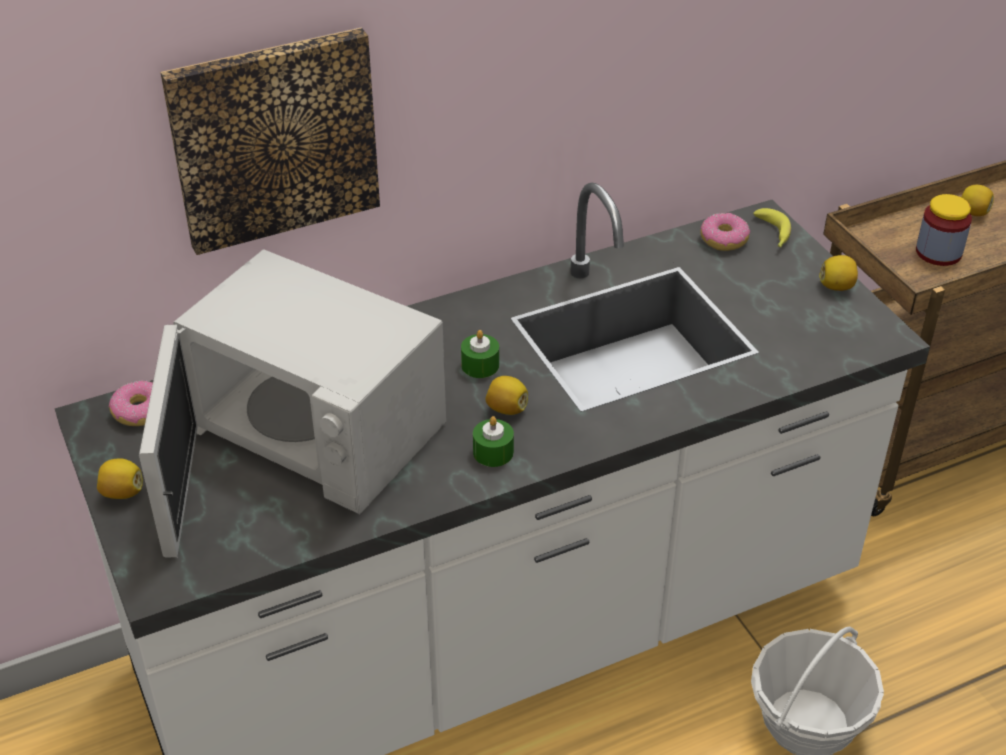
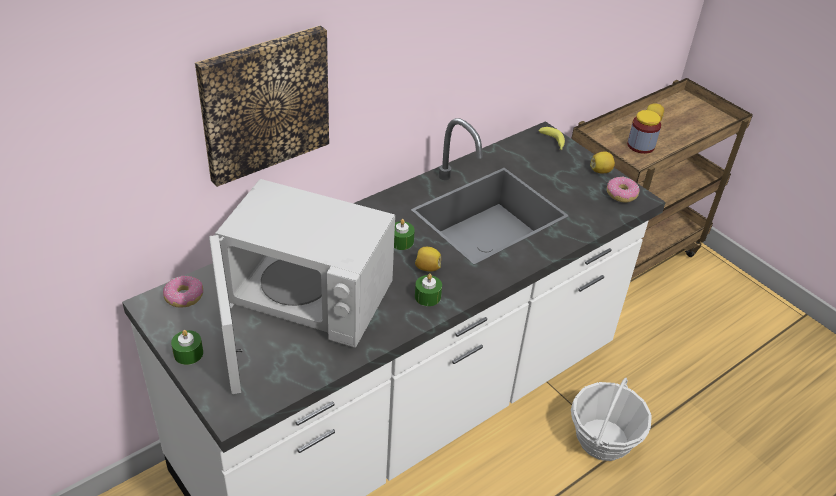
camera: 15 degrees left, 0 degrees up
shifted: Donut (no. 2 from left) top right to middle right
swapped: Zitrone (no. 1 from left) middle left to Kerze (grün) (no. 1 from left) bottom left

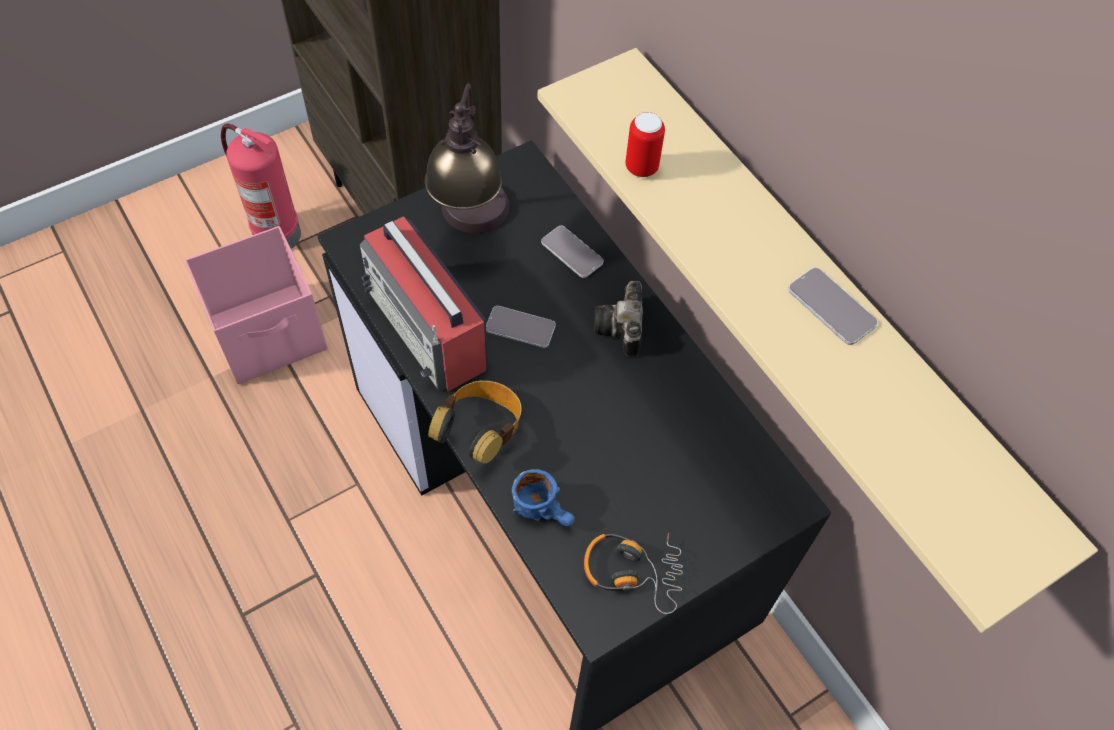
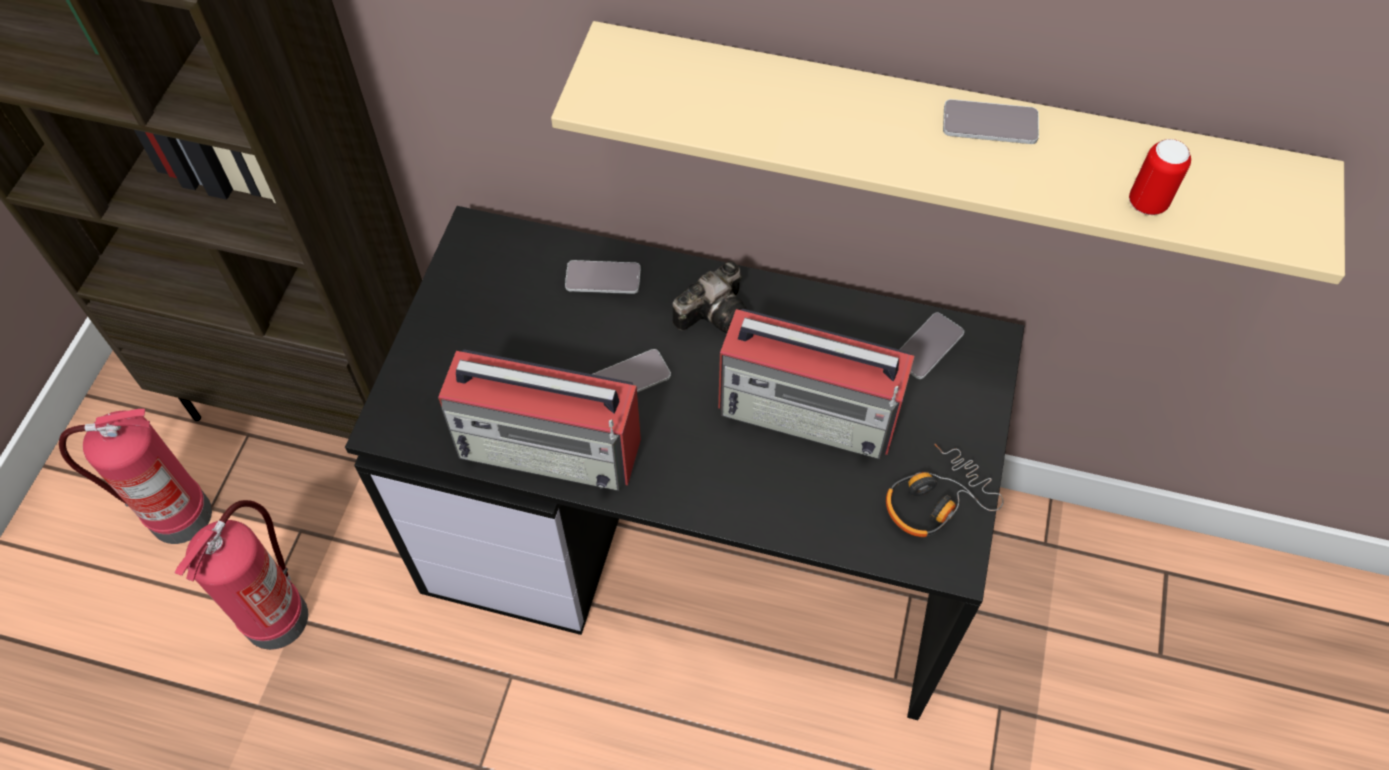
camera: 40 degrees left, 0 degrees up
gone: Tischlampe top centre; Kopfhörer (no. 1 from left) centre; Henkelbecher (blau) bottom centre
new: Radio (no. 2 from left) centre; Handy (no. 3 from left) middle right
shifted: Dose top centre to top right
swapped: Aufbewahrungsbox (rosa) middle left to Feuerlöscher (no. 2 from left) bottom left
rotated: Kamera centre = centre 90 degrees counterclockwise

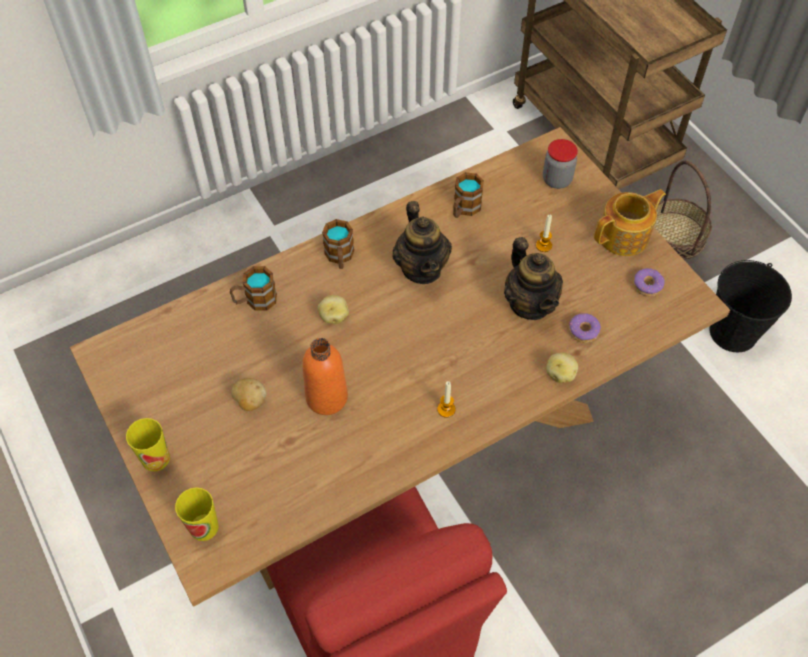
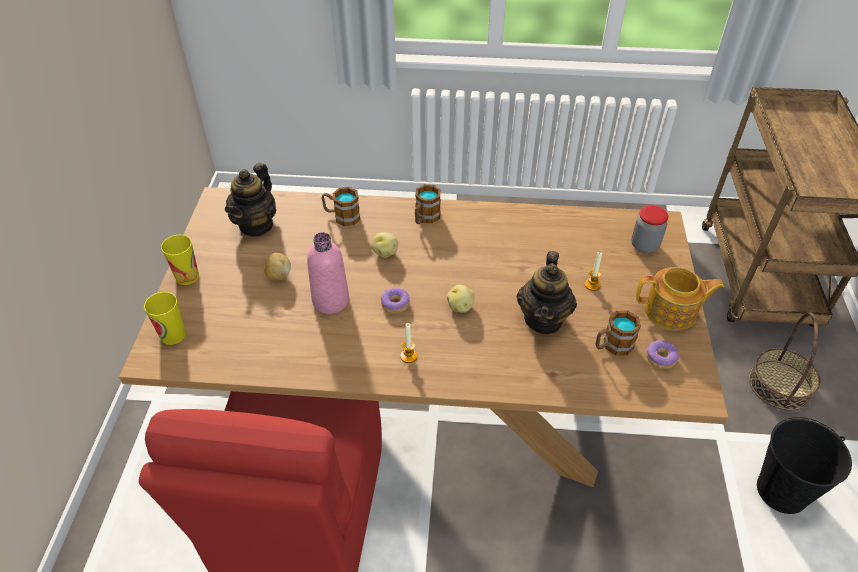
camera: 35 degrees right, 10 degrees down
shifted: Teekanne (no. 1 from left) centre to middle left; Henkelbecher (no. 3 from left) top centre to middle right; Kartoffel (no. 3 from left) middle right to centre; Donut (no. 1 from left) middle right to centre
repainted: Flasche (orange) centre to Flasche (rosa) centre

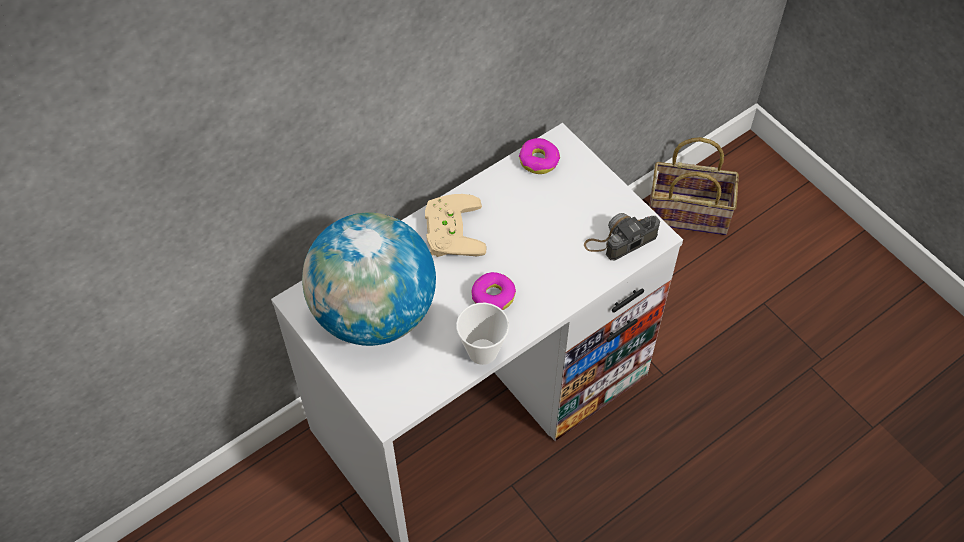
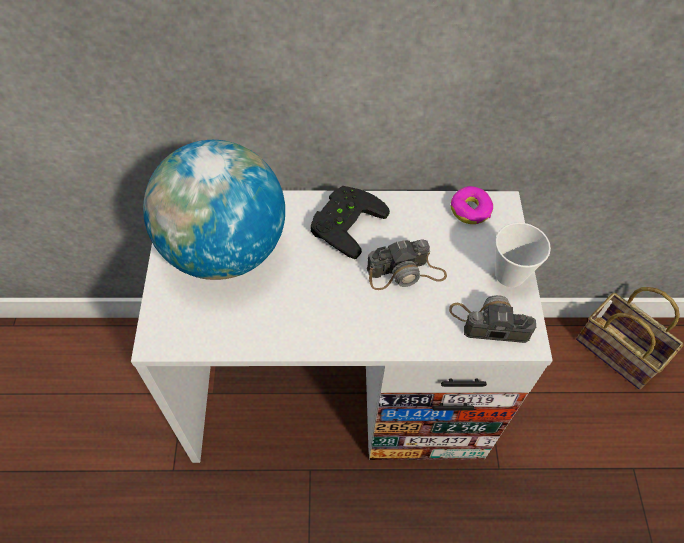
camera: 35 degrees right, 0 degrees up
gone: Donut (no. 1 from left) centre
new: Kamera (no. 1 from left) centre
shifted: Tasse centre to middle right
repainted: Gamepad (beige) centre to Gamepad (schwarz) centre

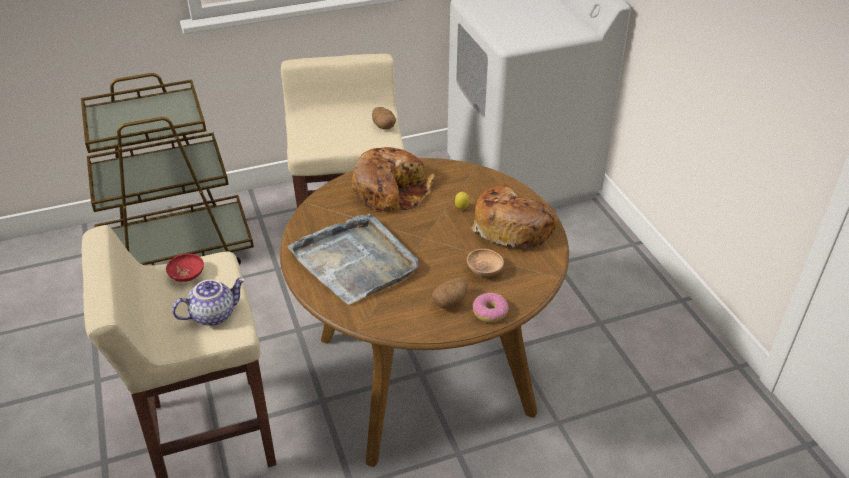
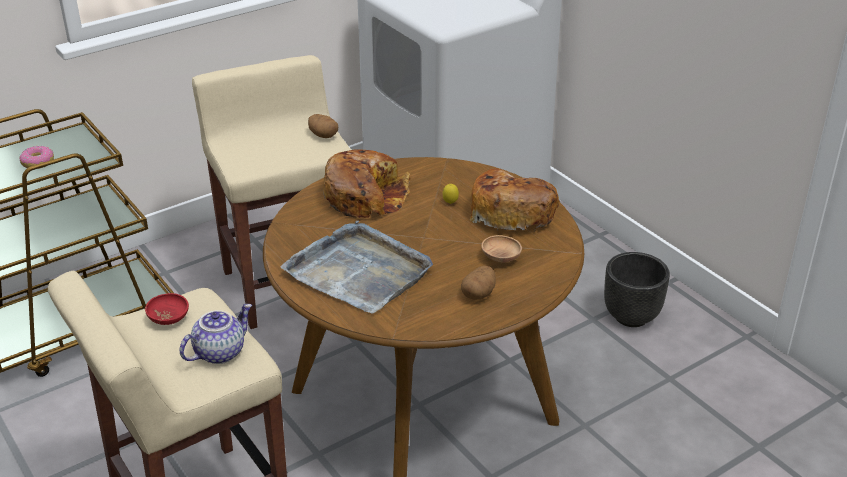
camera: 15 degrees left, 5 degrees down
new: Pflanzkübel (schwarz) middle right
shifted: Donut centre to top left

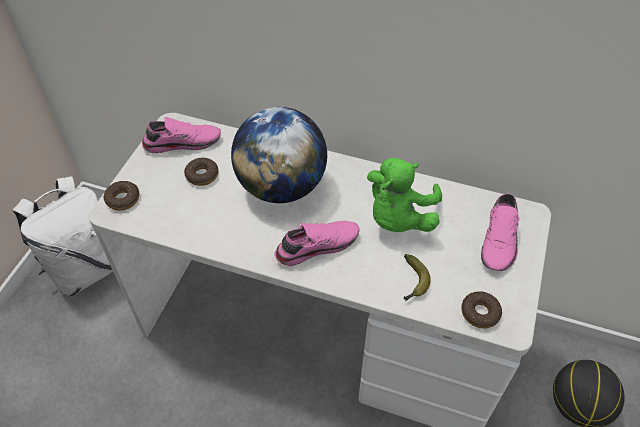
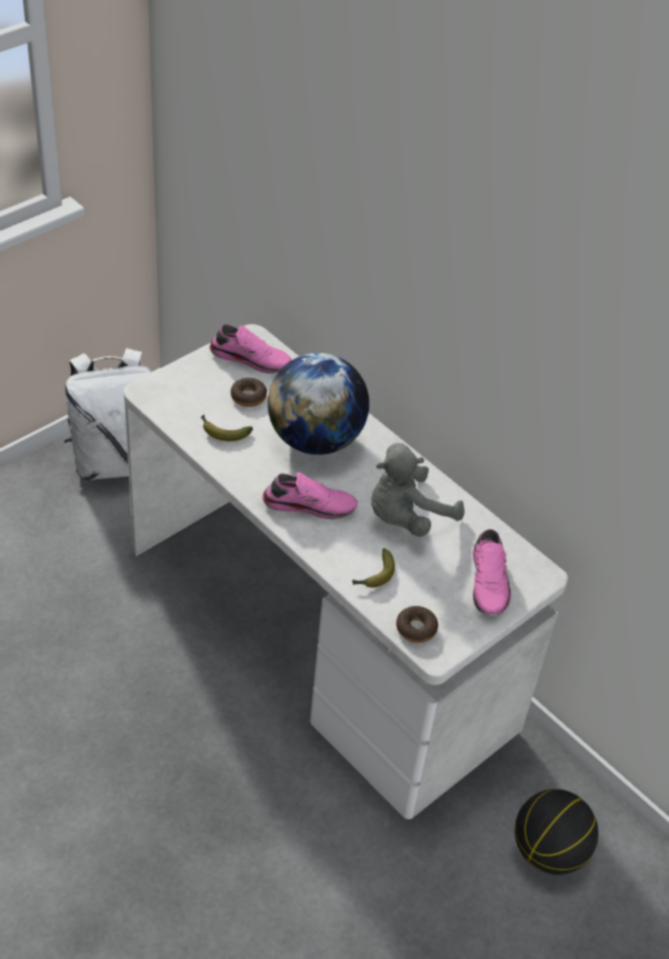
camera: 25 degrees right, 5 degrees down
gone: Donut (no. 1 from left) middle left
new: Banane (no. 1 from left) centre
repainted: Plüschtier (grün) centre to Plüschtier (grau) centre
rotated: Schuh (rosa) (no. 3 from left) middle right = middle right 45 degrees counterclockwise

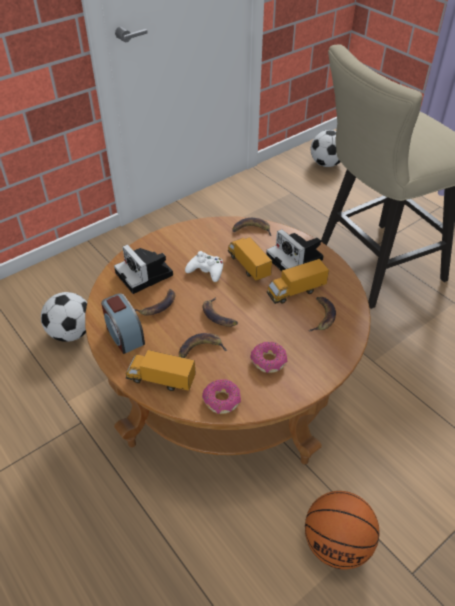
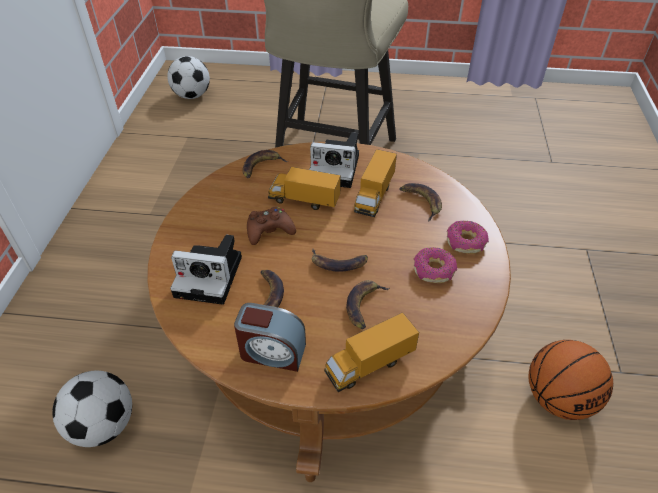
camera: 45 degrees left, 0 degrees up
shifted: Donut (no. 1 from left in the first image) centre to Donut (no. 2 from left) middle right
repainted: Gamepad (weiß) centre to Gamepad (braun) centre

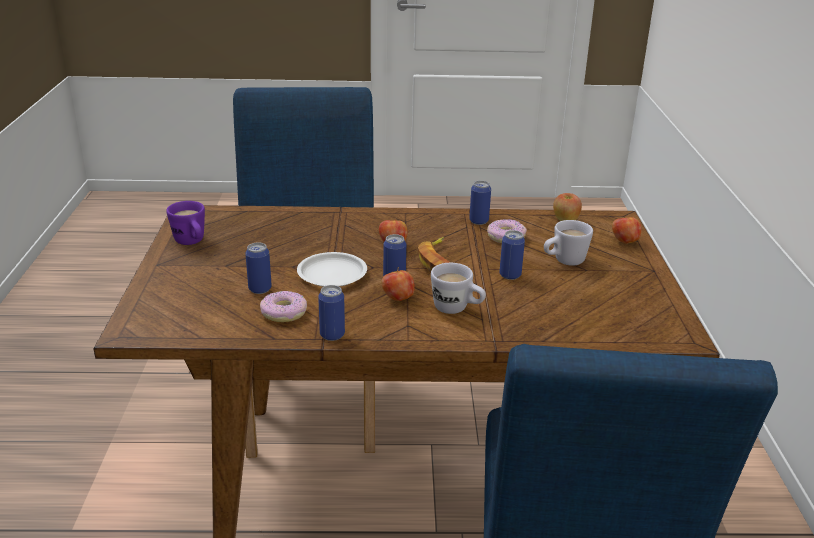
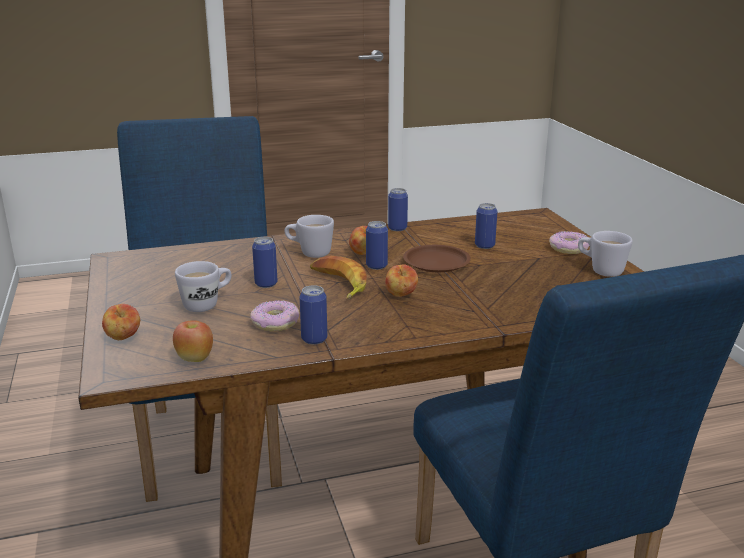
camera: 165 degrees right, 5 degrees down
shifted: Donut (no. 1 from left in the first image) centre to Donut (no. 2 from left) middle right
repainted: Henkelbecher (lila) middle left to Henkelbecher (weiß) (no. 3 from left) middle right; Teller (weiß) centre to Teller (braun) centre

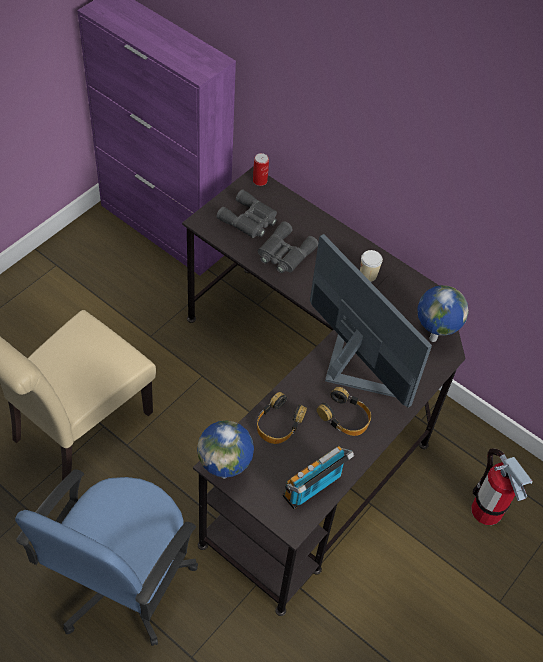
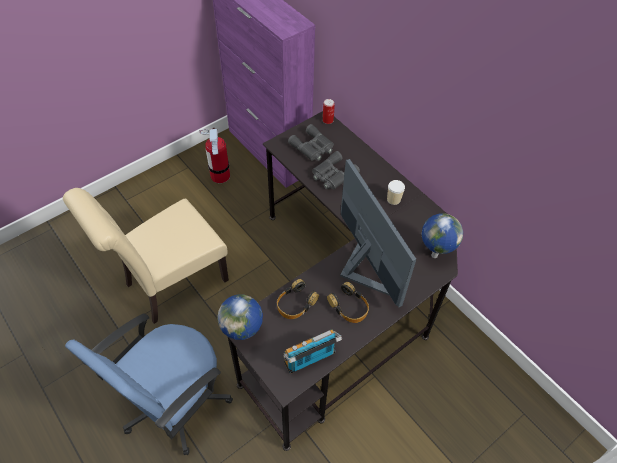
camera: 15 degrees right, 0 degrees up
shifted: Feuerlöscher bottom right to centre

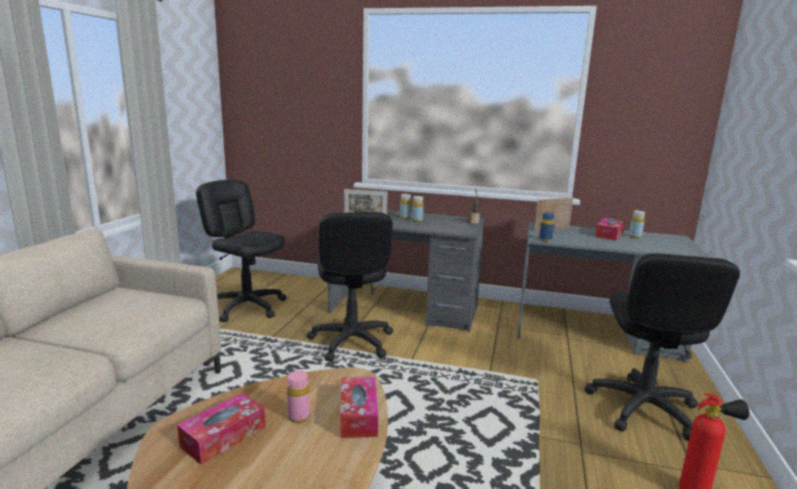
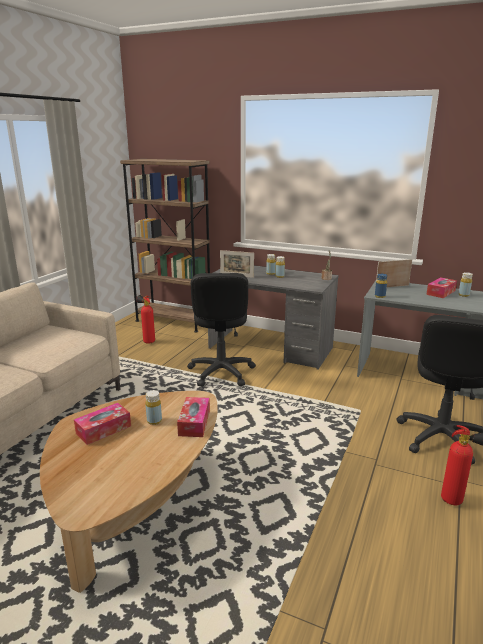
camera: 10 degrees right, 5 degrees up
new: Bücherregal (braun) centre
swapped: Bürostuhl (schwarz) (no. 1 from left) middle left to Feuerlöscher (no. 1 from left) middle left
repainted: Flasche (rosa) bottom centre to Flasche (gelb) (no. 1 from left) middle left

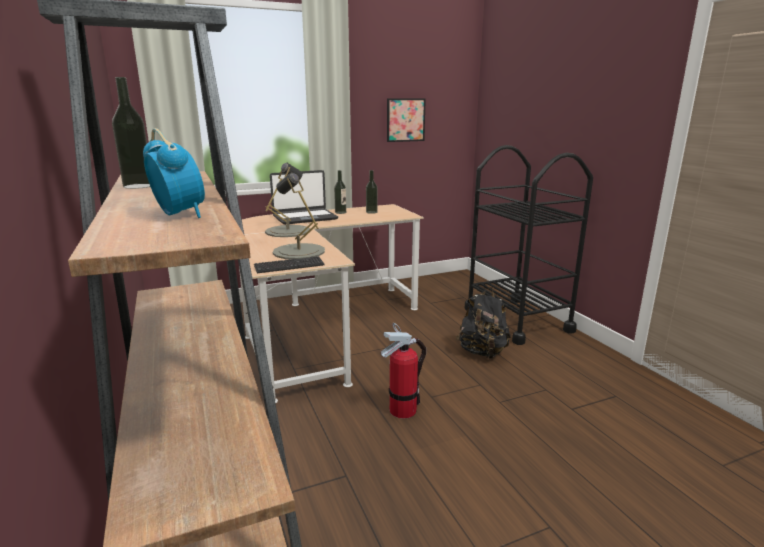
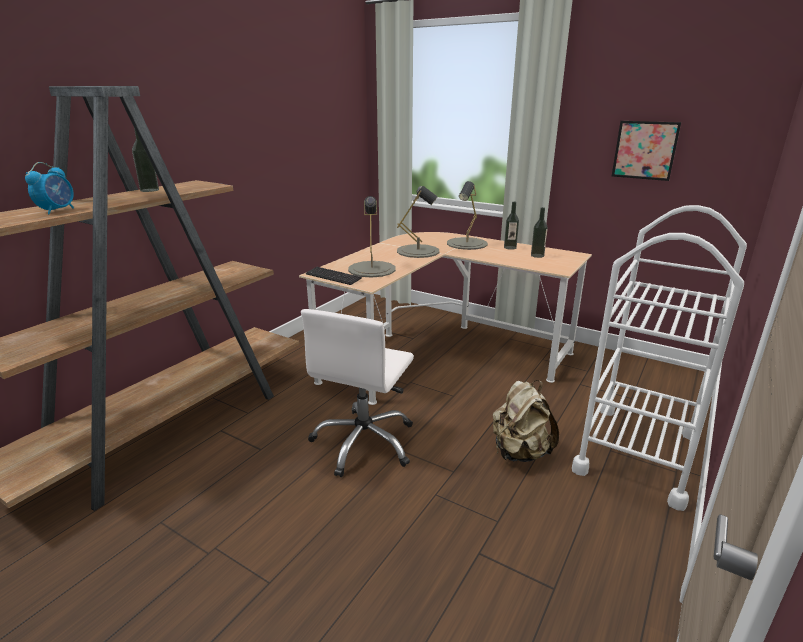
camera: 55 degrees right, 5 degrees up
swapped: Laptop centre to Tischlampe (grau) (no. 3 from left) centre; Feuerlöscher bottom centre to Bürostuhl (weiß) centre
repainted: Rucksack (schwarz) centre to Rucksack (beige) centre; Rollwagen (schwarz) middle right to Rollwagen (weiß) middle right

